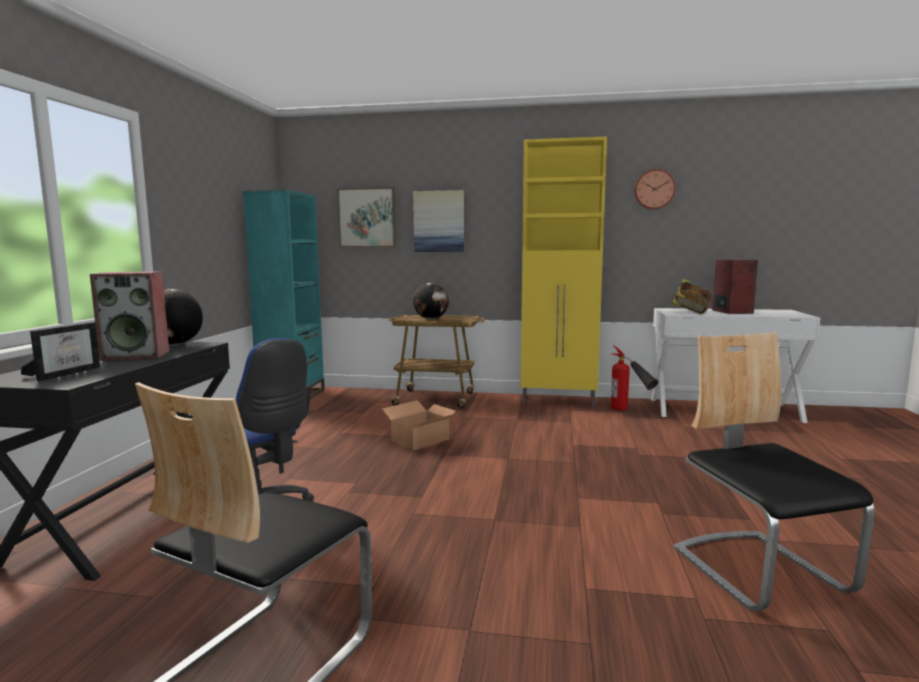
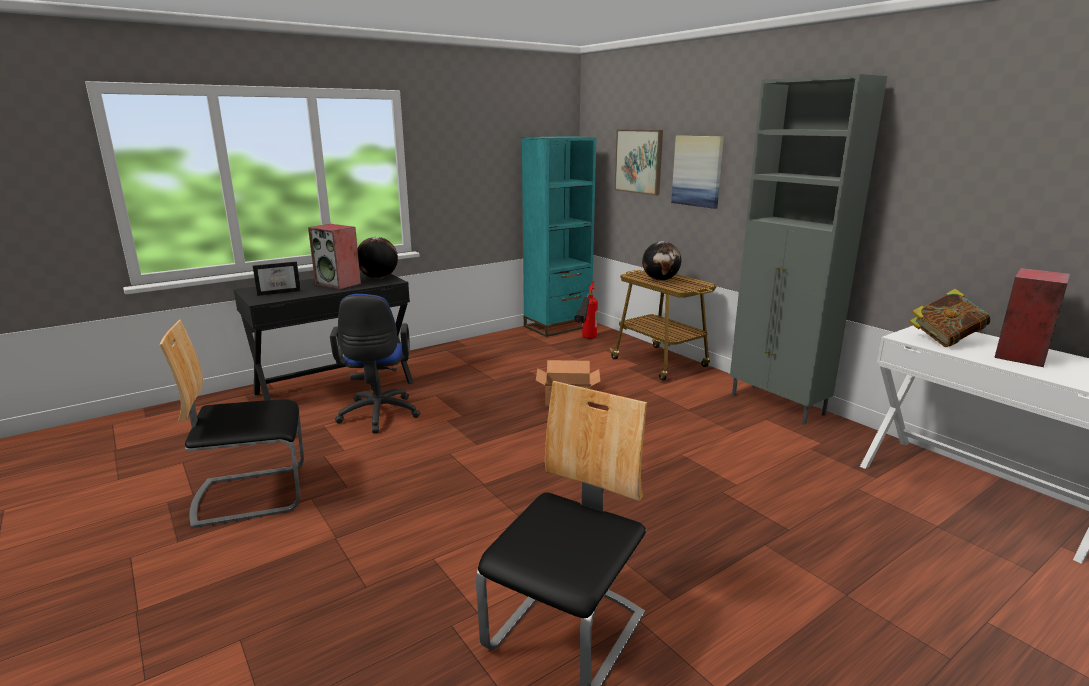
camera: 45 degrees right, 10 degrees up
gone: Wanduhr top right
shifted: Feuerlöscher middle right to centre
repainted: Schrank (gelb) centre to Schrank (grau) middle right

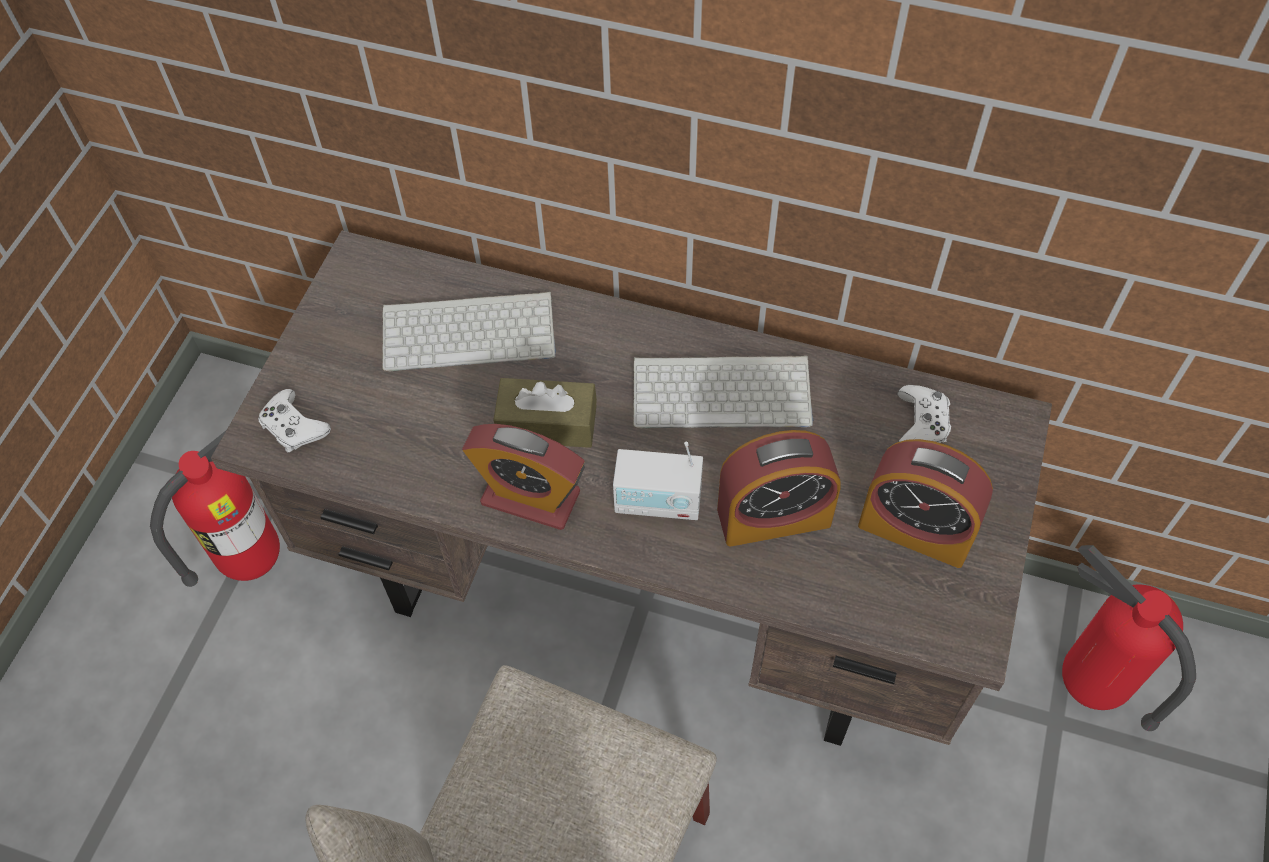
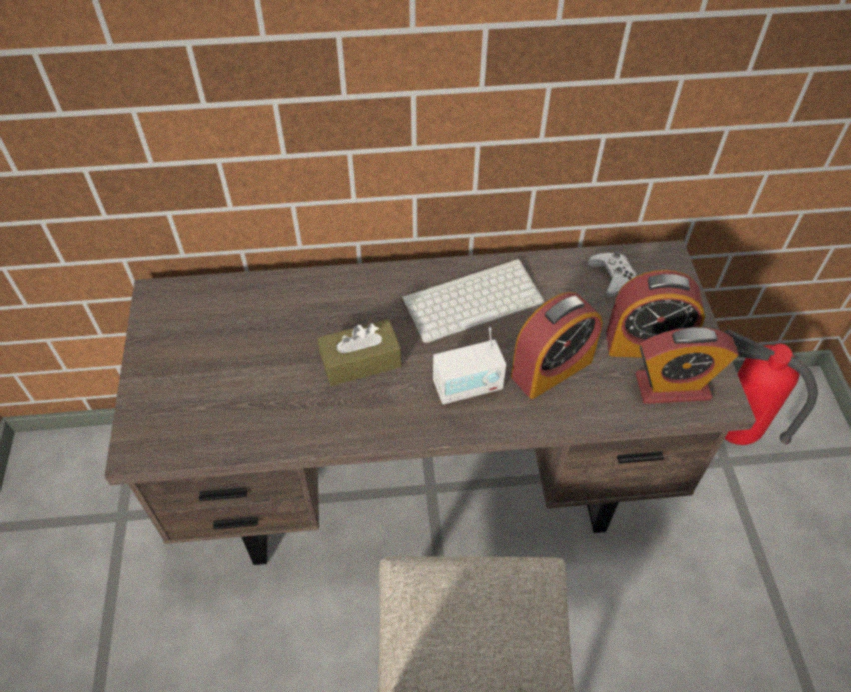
camera: 25 degrees left, 5 degrees down
gone: Feuerlöscher (no. 1 from left) middle left; Gamepad (weiß) (no. 1 from left) middle left; Tastatur (no. 1 from left) centre
shifted: Wecker (no. 1 from left in the first image) centre to Wecker (no. 3 from left) middle right

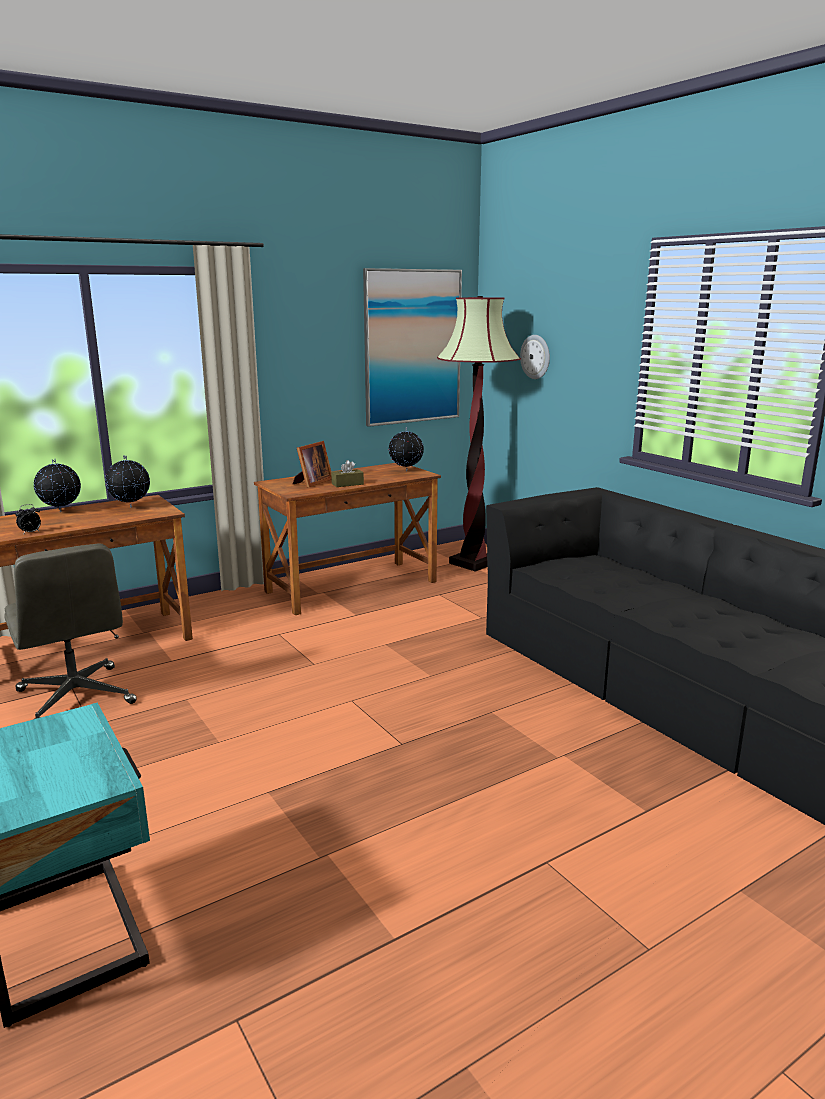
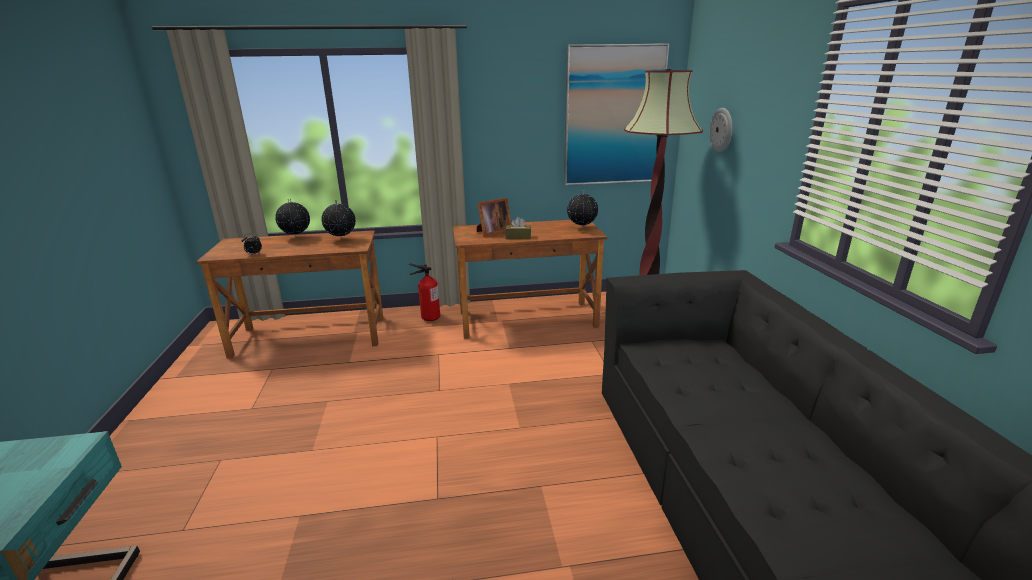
camera: 25 degrees right, 5 degrees up
gone: Bürostuhl (grau) middle left
new: Feuerlöscher centre

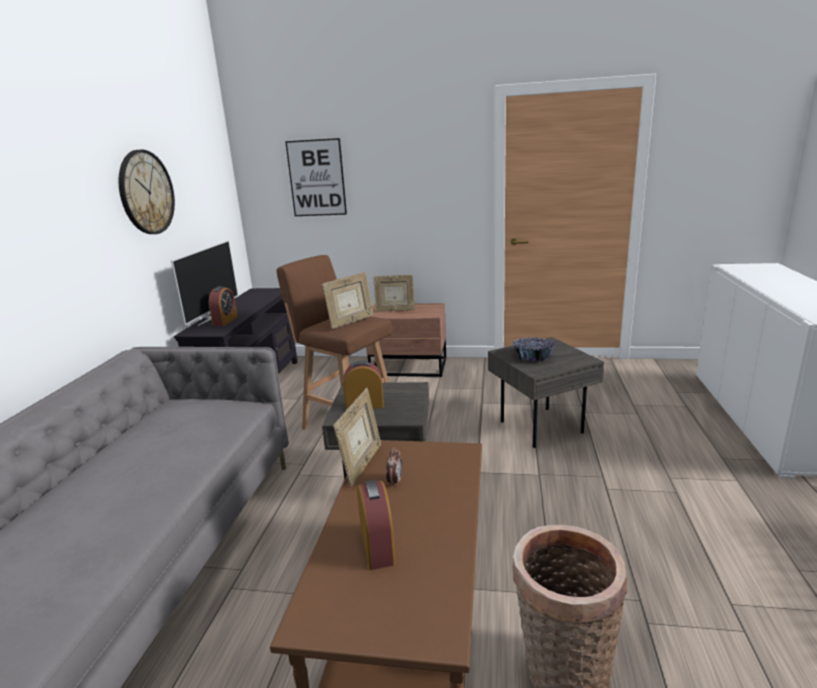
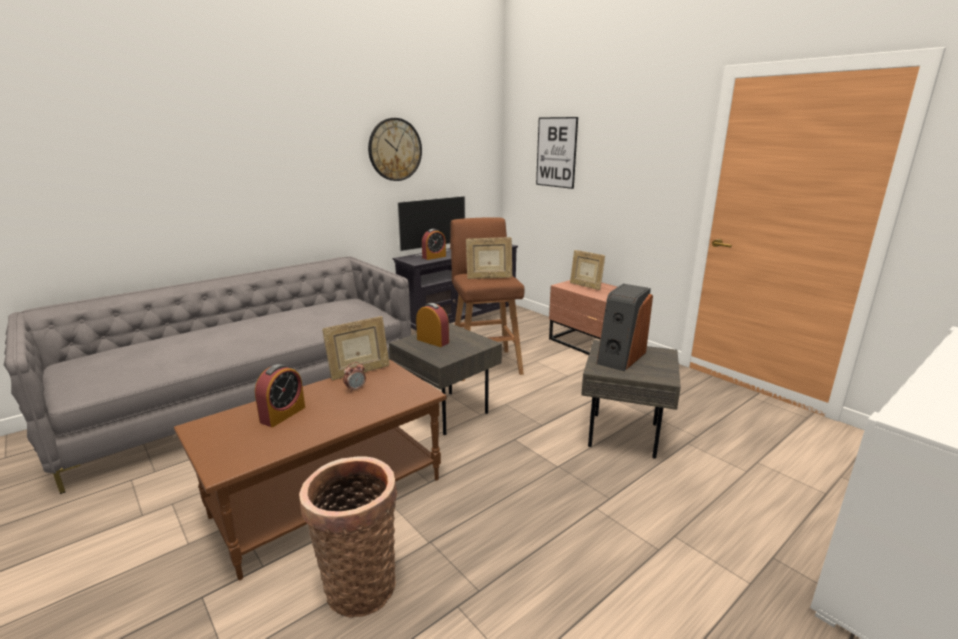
camera: 40 degrees right, 0 degrees up
swapped: Schüssel centre to Lautsprecher centre

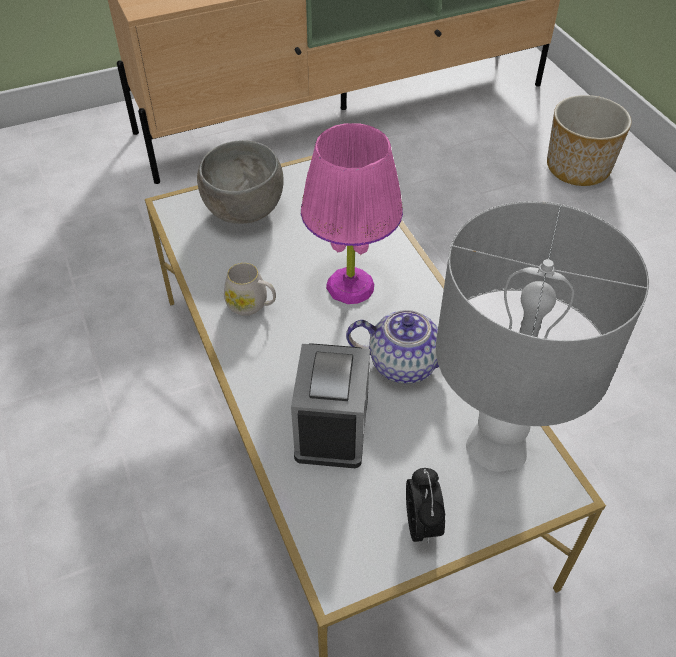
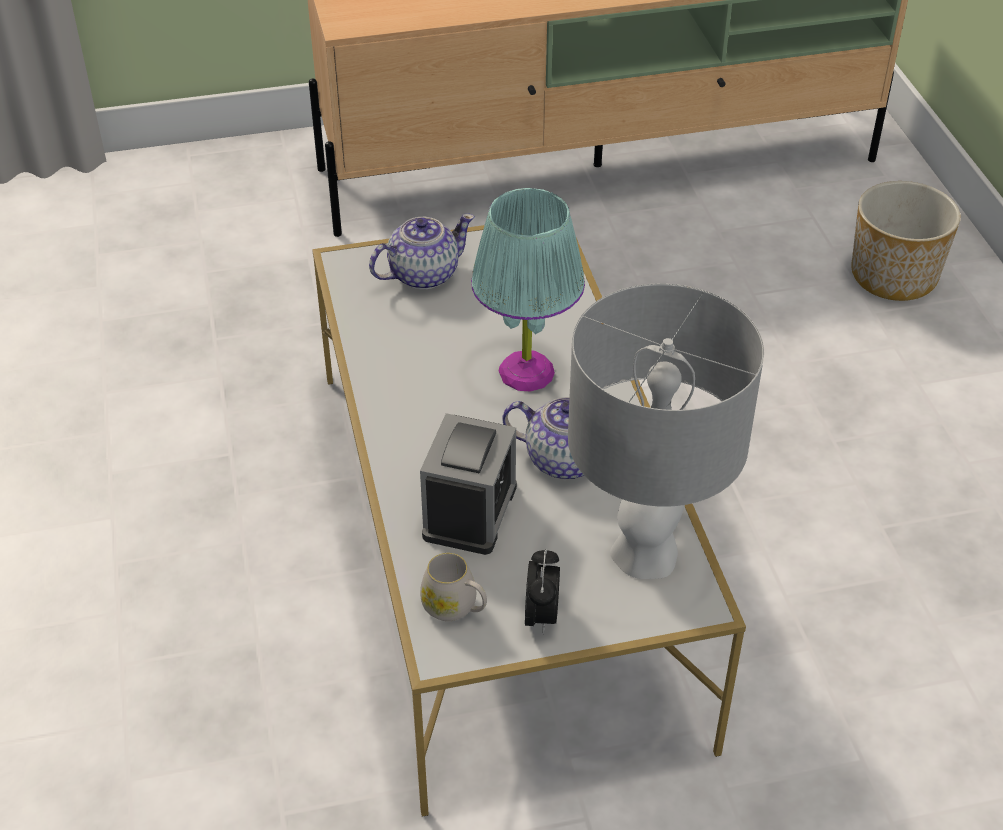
camera: 10 degrees right, 5 degrees down
shifted: Henkelbecher (weiß) centre to bottom centre
swapped: Schüssel (grau) top centre to Teekanne (no. 1 from left) top centre
repainted: Tischlampe (rosa) top centre to Tischlampe (türkis) centre

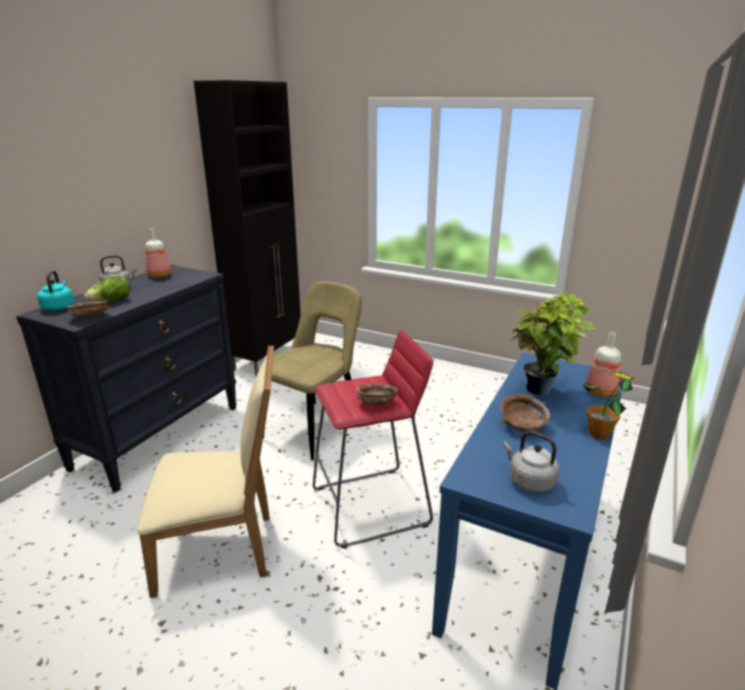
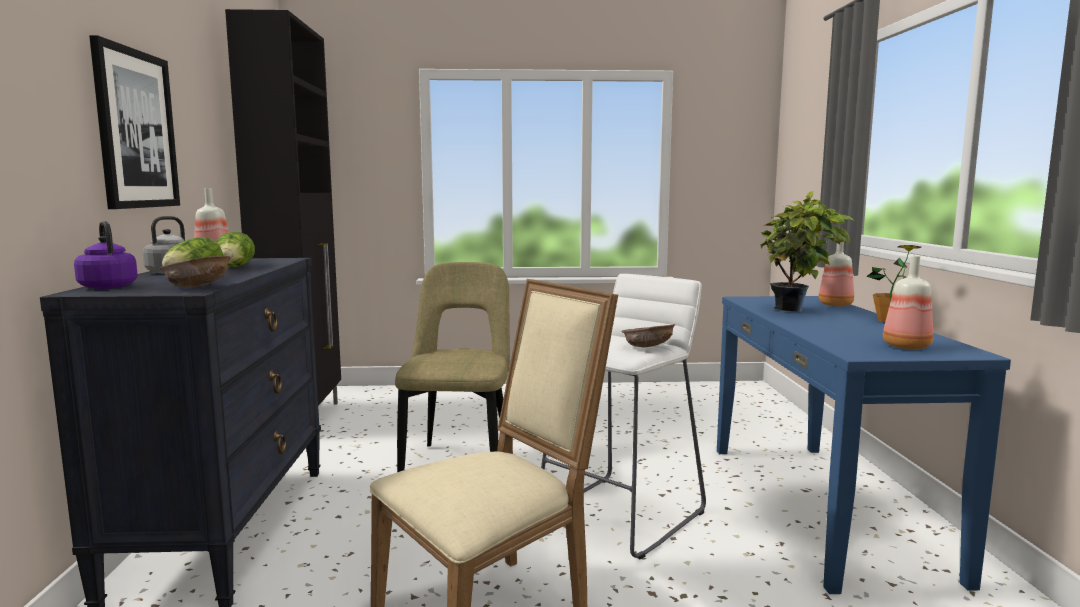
camera: 30 degrees left, 15 degrees down
gone: Schüssel (braun) (no. 3 from left) middle right
new: Bild top left; Salatkopf (no. 2 from left) middle left
swapped: Wasserkessel (grau) (no. 2 from left) bottom right to Flasche (no. 3 from left) middle right
repainted: Wasserkessel (türkis) middle left to Wasserkessel (lila) middle left; Hocker (rot) centre to Hocker (weiß) bottom centre

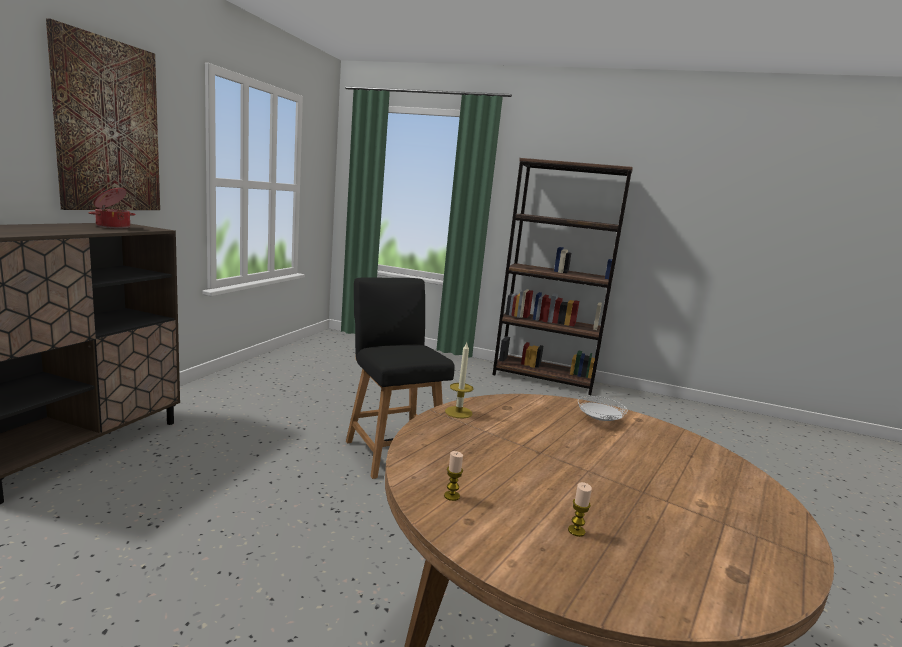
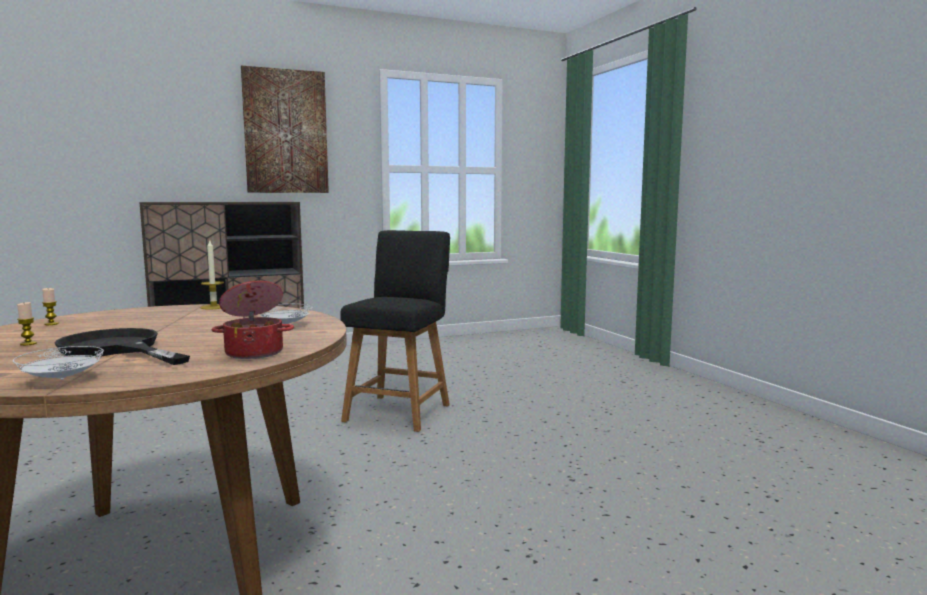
camera: 50 degrees right, 5 degrees down
gone: Bücherregal (braun) centre
new: Teller (weiß) (no. 1 from left) middle left; Pfanne (schwarz) middle left
shifted: Kochtopf top left to middle left

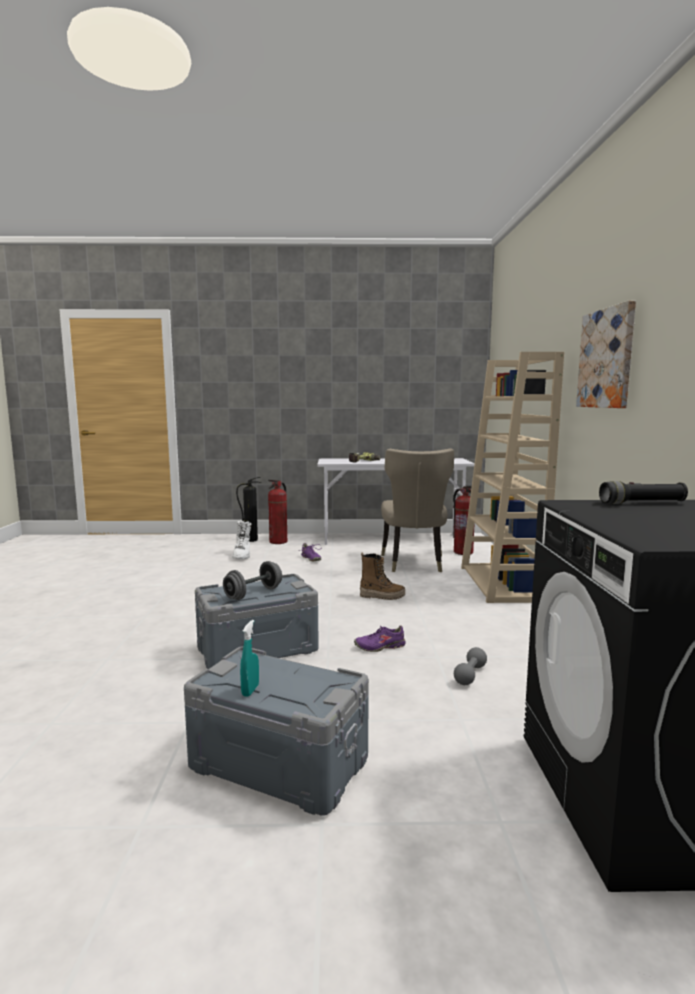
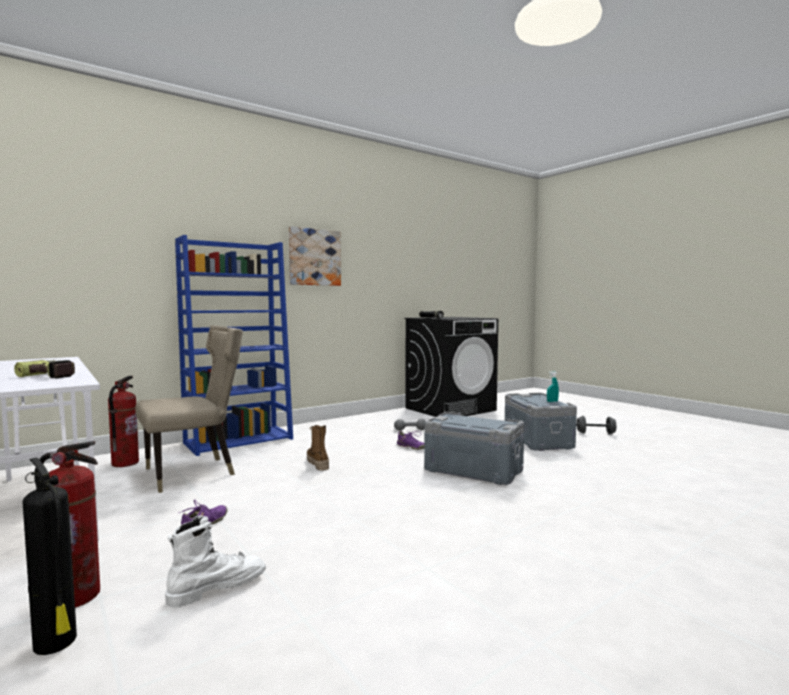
camera: 125 degrees left, 5 degrees down
shifted: Hantel (grau) (no. 1 from left in the first image) centre to Hantel (grau) (no. 2 from left) middle right
repainted: Bücherregal (beige) middle right to Bücherregal (blau) middle left

